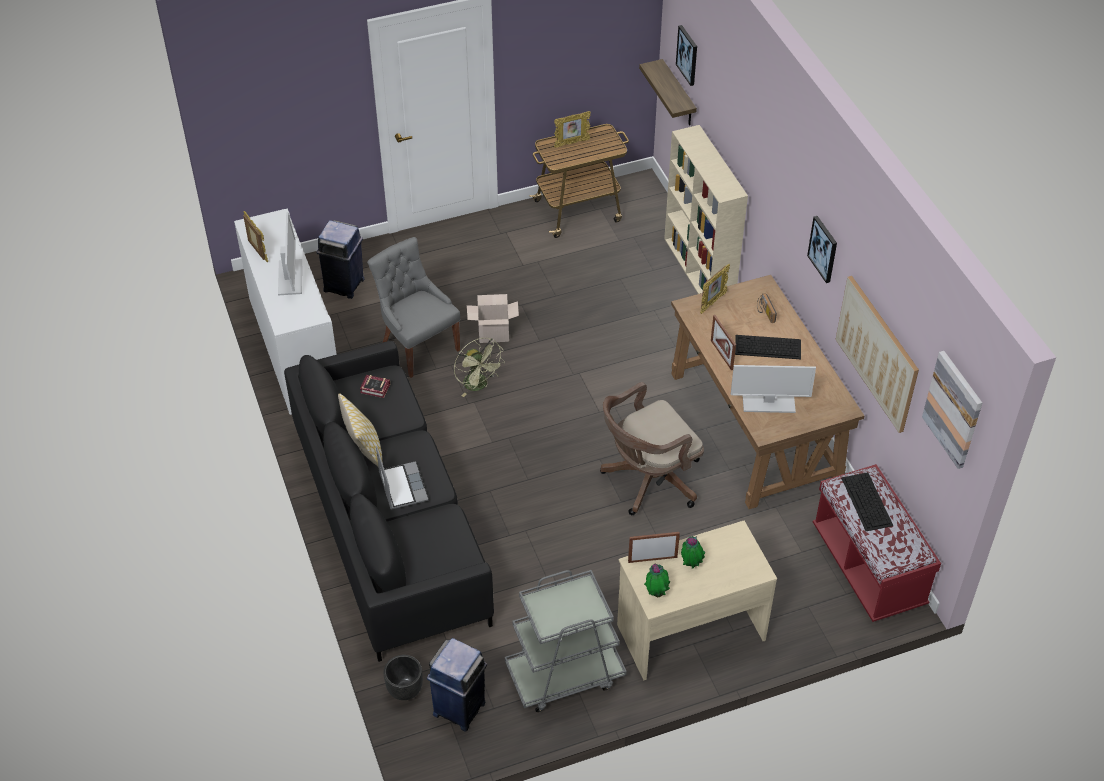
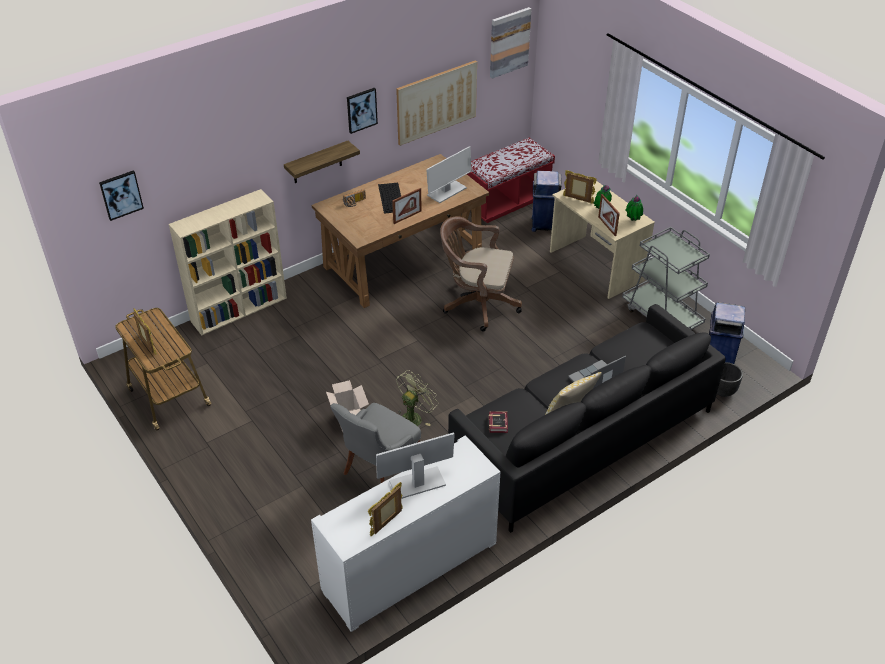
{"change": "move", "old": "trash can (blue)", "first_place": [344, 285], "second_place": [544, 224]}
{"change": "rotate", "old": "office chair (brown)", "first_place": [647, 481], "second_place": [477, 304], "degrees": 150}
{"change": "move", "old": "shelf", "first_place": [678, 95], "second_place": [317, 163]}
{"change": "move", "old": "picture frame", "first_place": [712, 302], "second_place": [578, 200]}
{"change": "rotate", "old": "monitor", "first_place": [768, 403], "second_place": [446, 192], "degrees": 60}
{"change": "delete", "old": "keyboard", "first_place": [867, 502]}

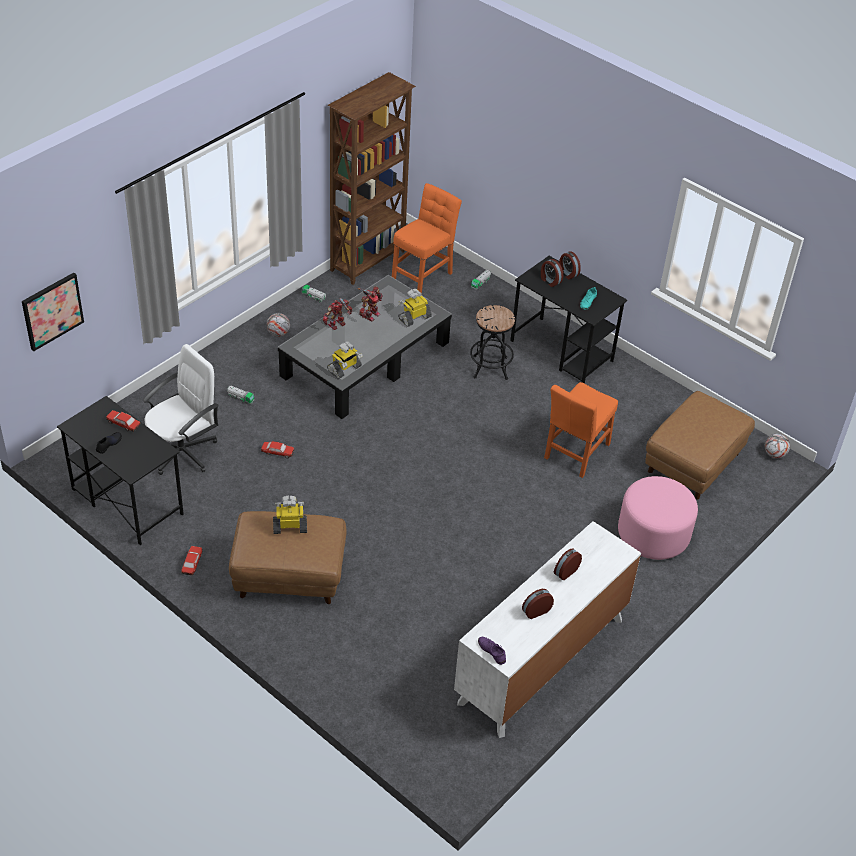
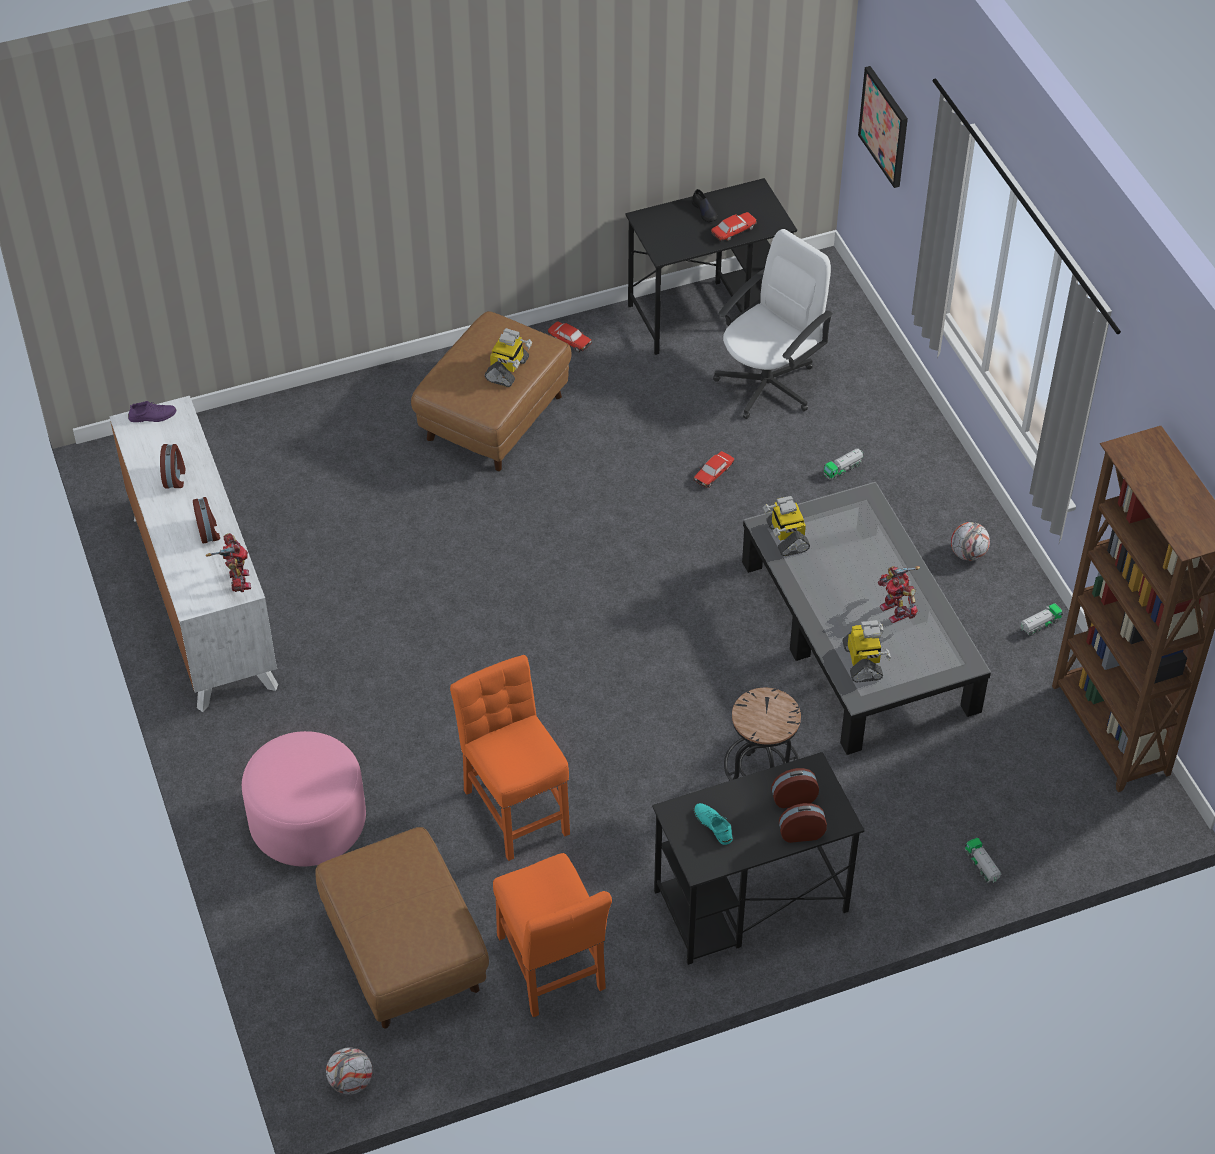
{"change": "rotate", "old": "office chair (white)", "first_place": [183, 451], "second_place": [768, 384], "degrees": -120}
{"change": "move", "old": "toy robot", "first_place": [337, 325], "second_place": [237, 581]}
{"change": "move", "old": "chair (orange)", "first_place": [423, 275], "second_place": [552, 968]}

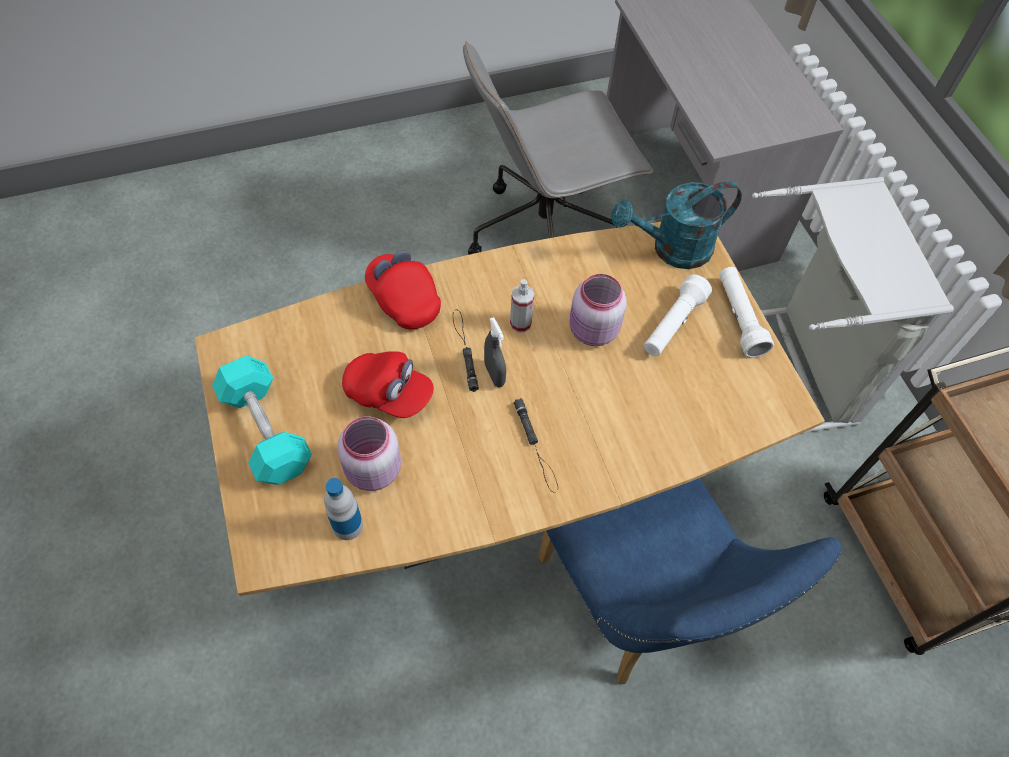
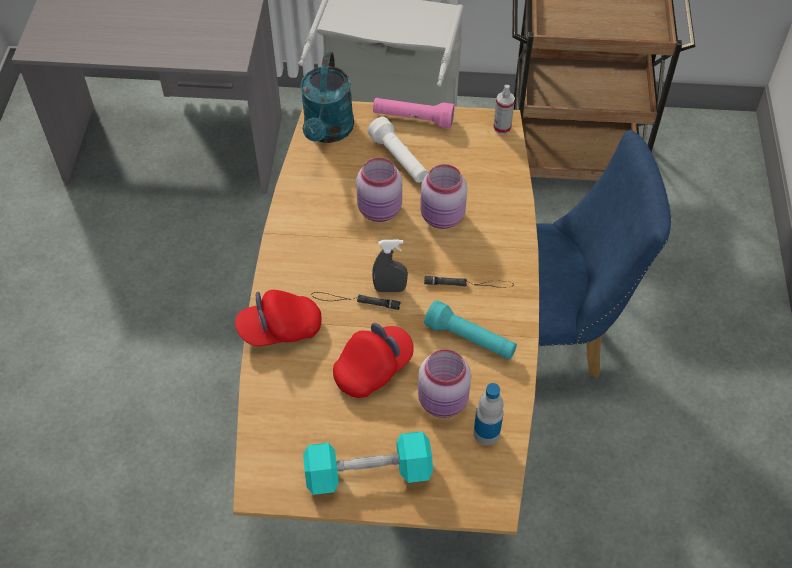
{"change": "delete", "old": "office chair (grey)", "first_place": [545, 233]}
{"change": "move", "old": "spray bottle", "first_place": [520, 323], "second_place": [502, 128]}
{"change": "recolor", "old": "flashlight (white)", "new": "flashlight (pink)", "first_place": [739, 318], "second_place": [413, 119]}
{"change": "insert", "new": "jar (pink)", "second_place": [442, 217]}
{"change": "insert", "new": "flashlight (turquoise)", "second_place": [470, 339]}

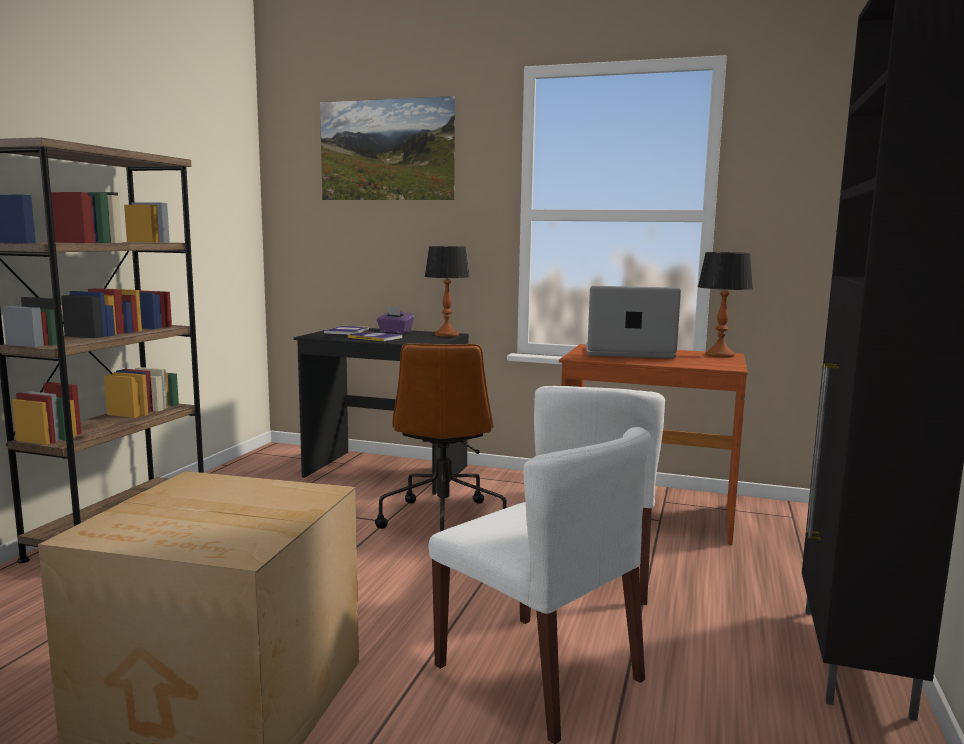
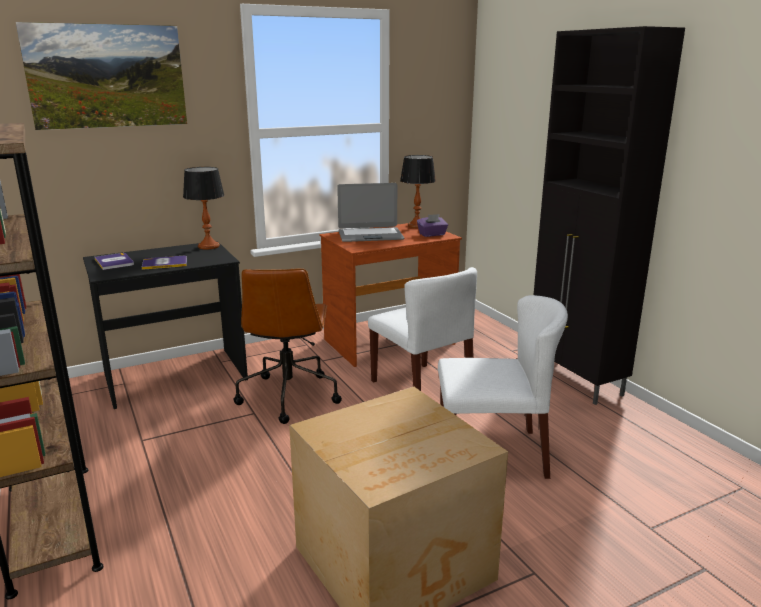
{"change": "rotate", "old": "office chair (brown)", "first_place": [442, 520], "second_place": [288, 395], "degrees": 45}
{"change": "move", "old": "tissue box (purple)", "first_place": [395, 332], "second_place": [432, 234]}
{"change": "rotate", "old": "laptop", "first_place": [629, 352], "second_place": [370, 236], "degrees": -150}

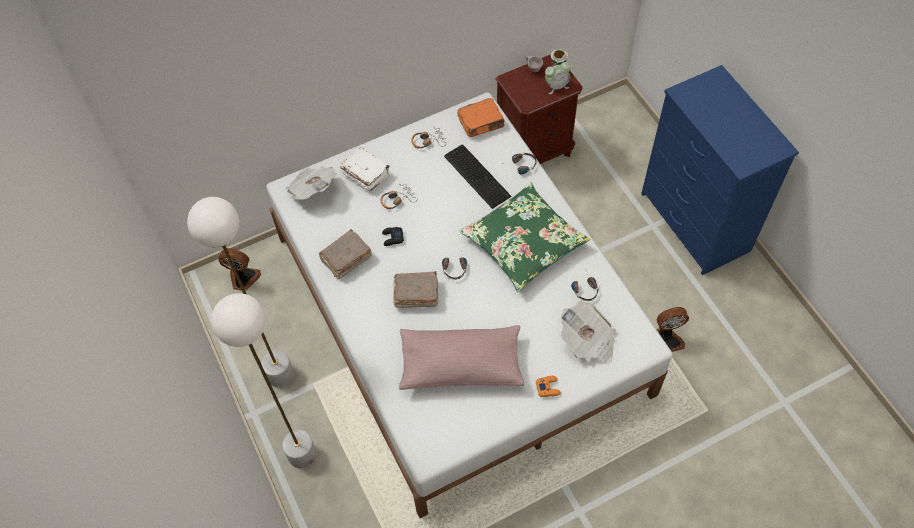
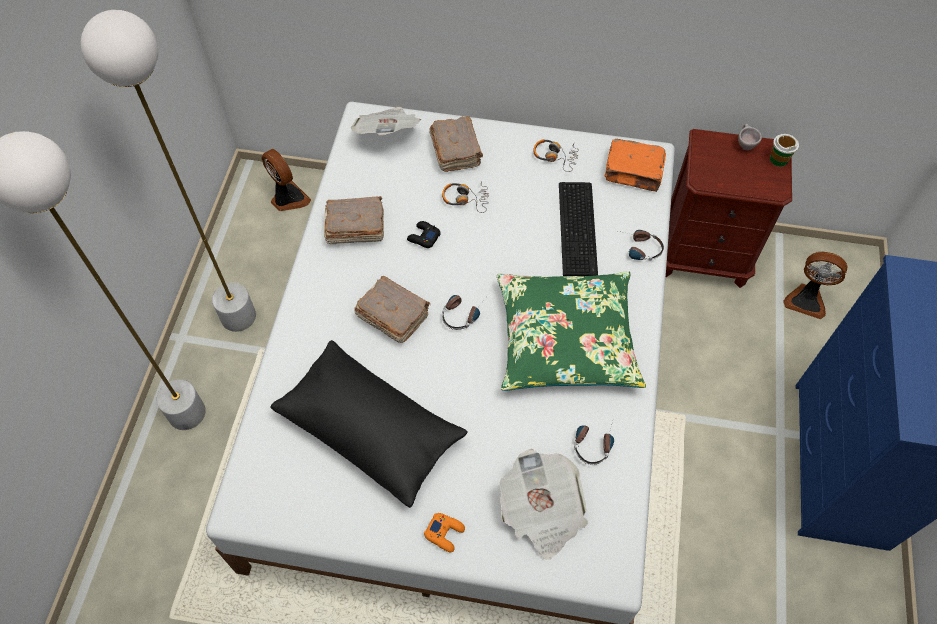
{"change": "recolor", "old": "book (white)", "new": "book (brown)", "first_place": [365, 174], "second_place": [456, 151]}
{"change": "recolor", "old": "pillow (pink)", "new": "pillow (black)", "first_place": [461, 364], "second_place": [370, 430]}
{"change": "delete", "old": "alarm clock", "first_place": [556, 86]}
{"change": "move", "old": "fan", "first_place": [666, 340], "second_place": [806, 300]}

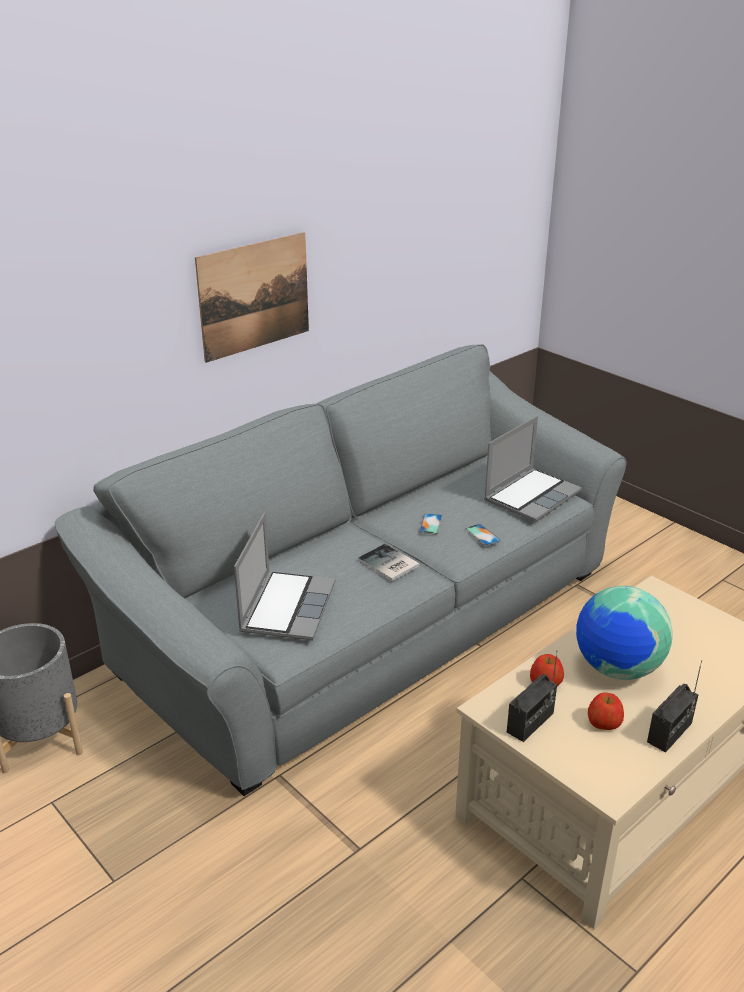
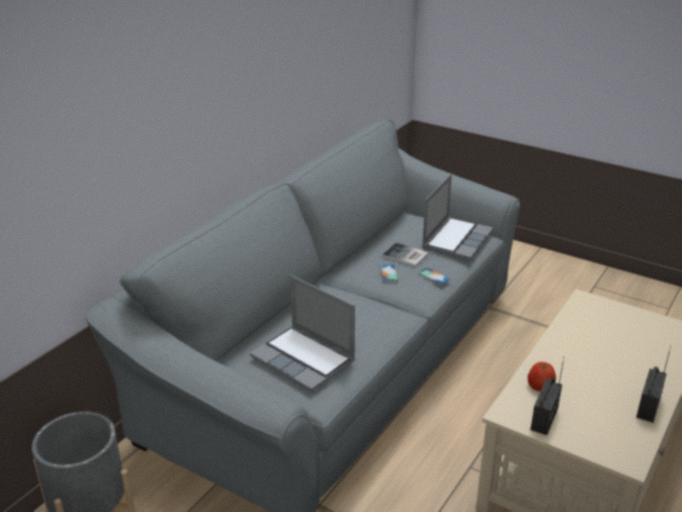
{"change": "delete", "old": "picture", "first_place": [254, 296]}
{"change": "rotate", "old": "laptop", "first_place": [287, 607], "second_place": [304, 359], "degrees": 135}
{"change": "move", "old": "book", "first_place": [388, 564], "second_place": [406, 256]}
{"change": "delete", "old": "globe", "first_place": [617, 668]}
{"change": "delete", "old": "apple", "first_place": [603, 723]}

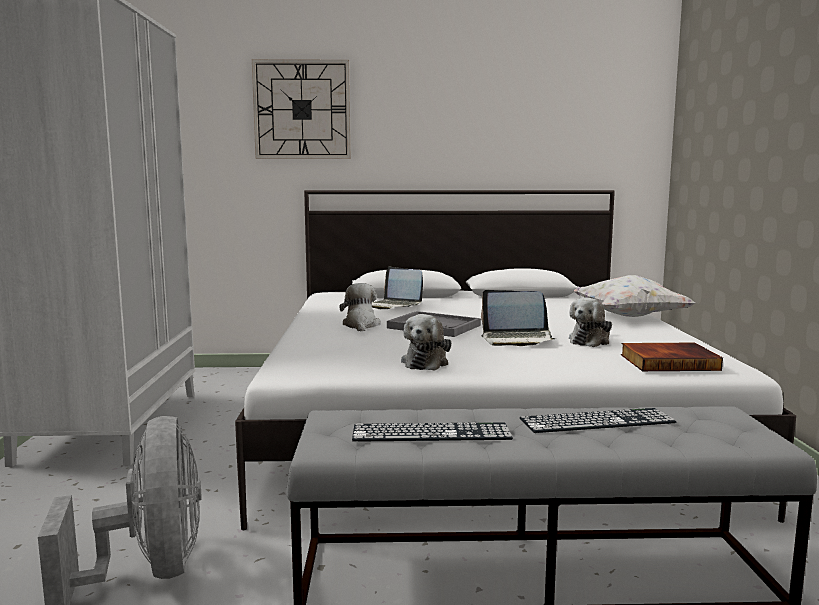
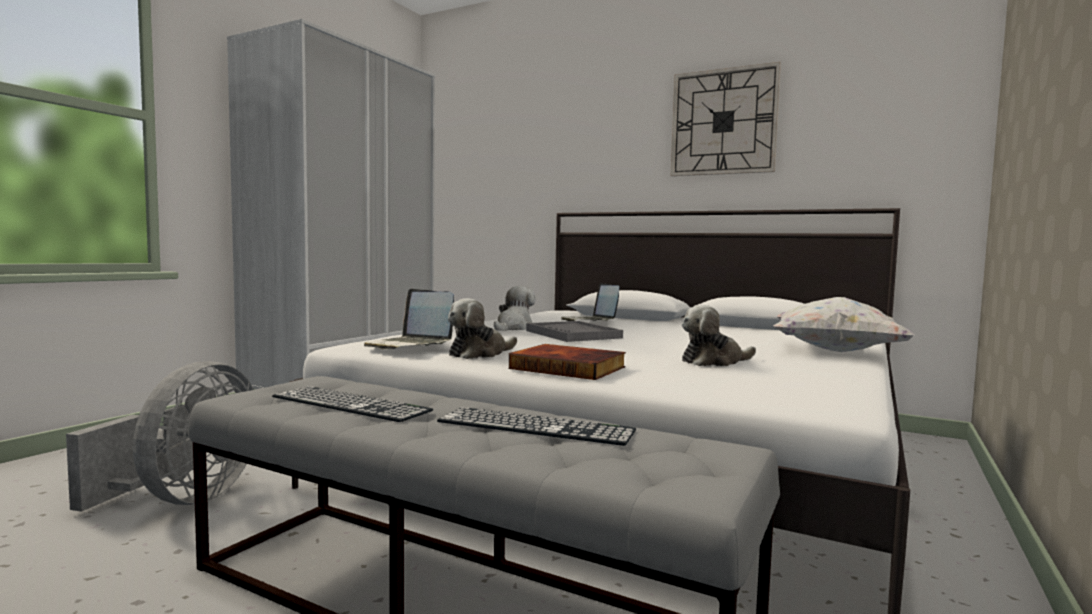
{"change": "move", "old": "wall clock", "first_place": [302, 110], "second_place": [723, 122]}
{"change": "move", "old": "laptop", "first_place": [517, 339], "second_place": [410, 345]}
{"change": "move", "old": "book", "first_place": [669, 362], "second_place": [569, 367]}

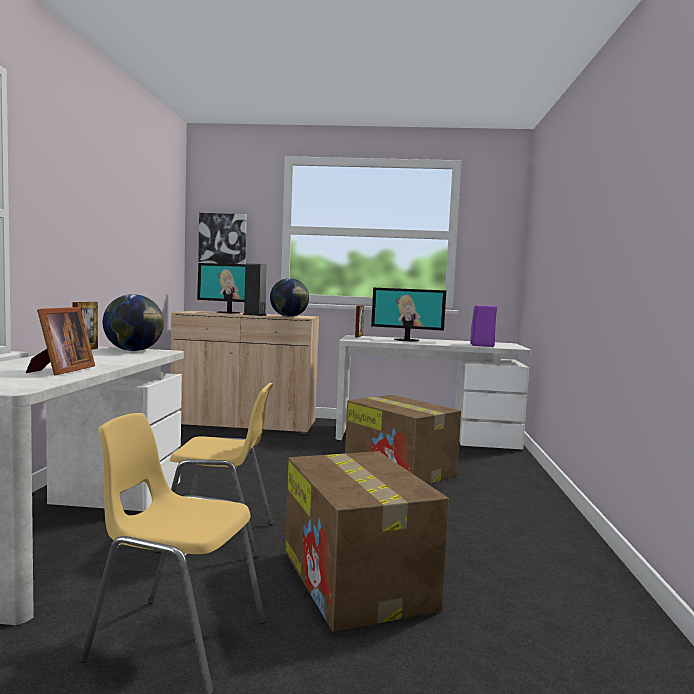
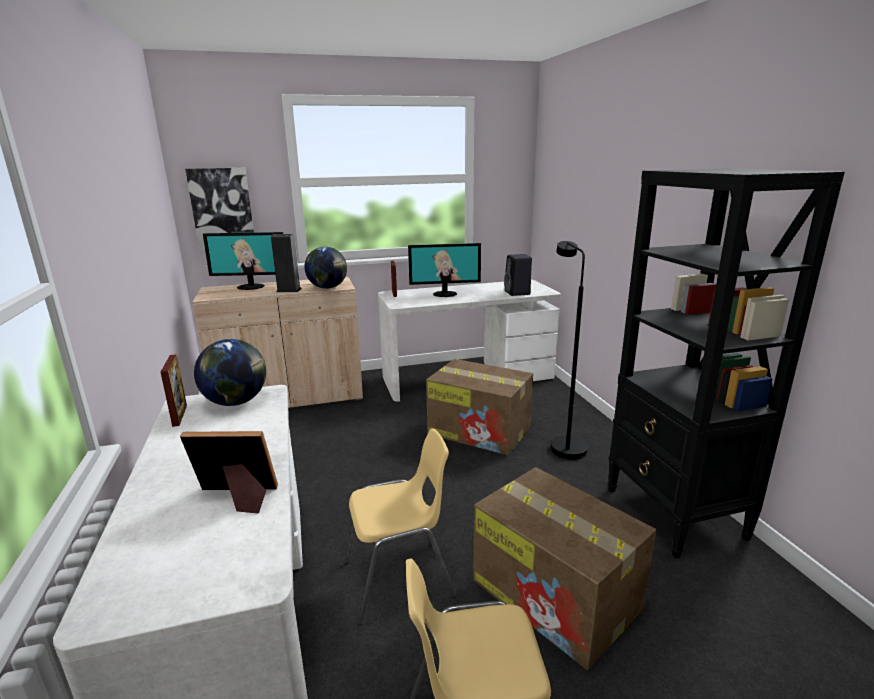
{"change": "rotate", "old": "picture frame", "first_place": [61, 371], "second_place": [237, 498], "degrees": -75}
{"change": "recolor", "old": "speaker (purple)", "new": "speaker (black)", "first_place": [482, 345], "second_place": [518, 293]}
{"change": "insert", "new": "floor lamp (black)", "second_place": [564, 444]}
{"change": "insert", "new": "bookcase (black)", "second_place": [674, 514]}

